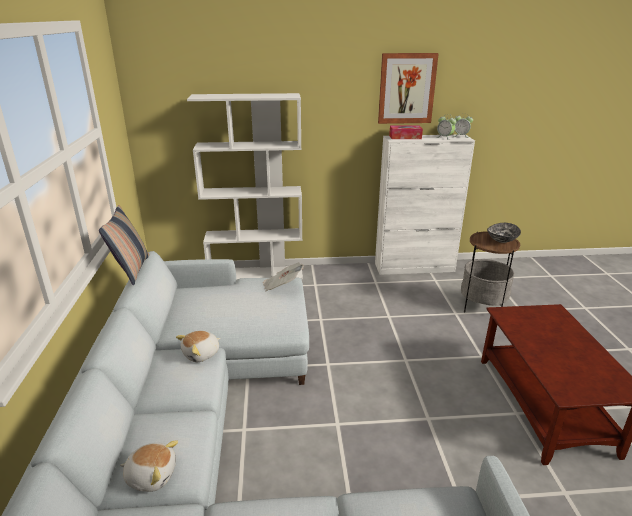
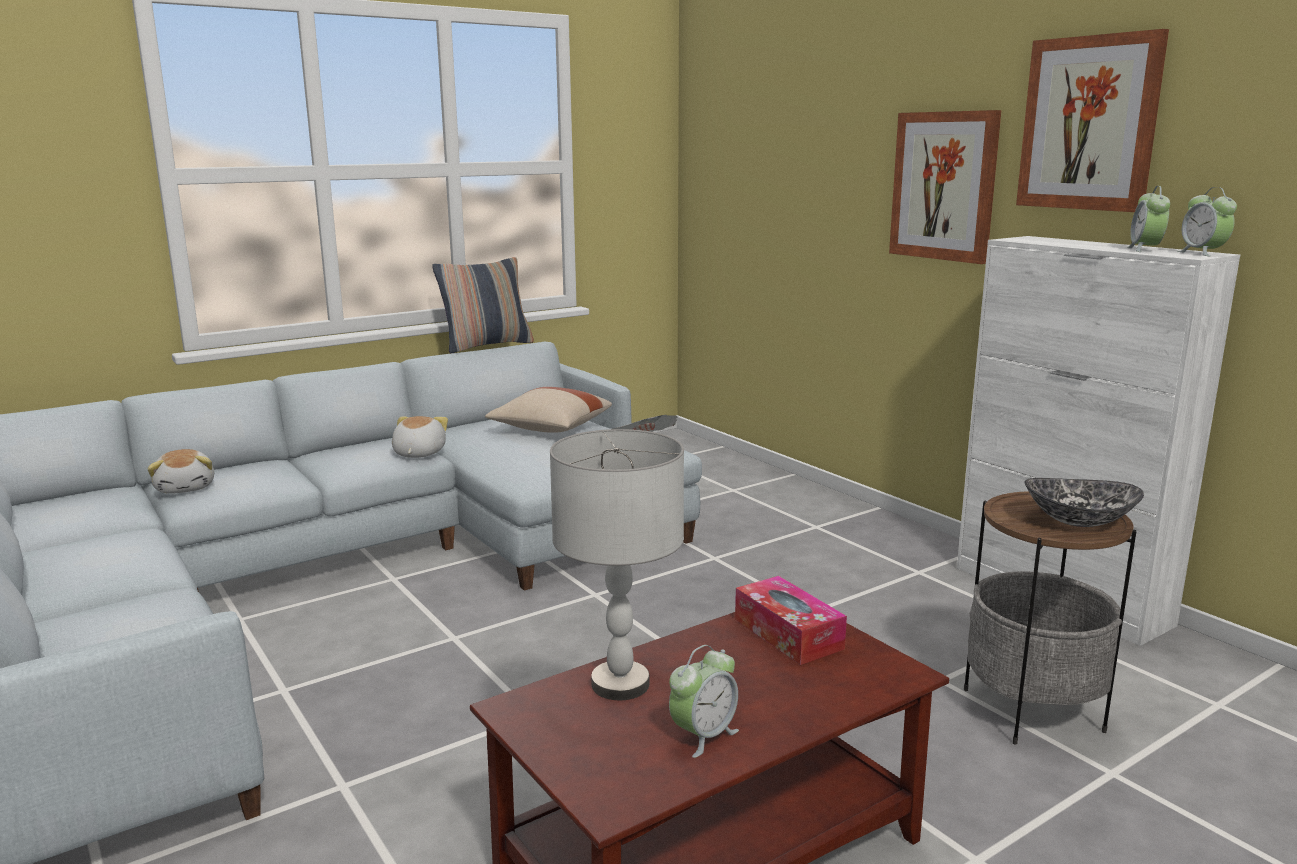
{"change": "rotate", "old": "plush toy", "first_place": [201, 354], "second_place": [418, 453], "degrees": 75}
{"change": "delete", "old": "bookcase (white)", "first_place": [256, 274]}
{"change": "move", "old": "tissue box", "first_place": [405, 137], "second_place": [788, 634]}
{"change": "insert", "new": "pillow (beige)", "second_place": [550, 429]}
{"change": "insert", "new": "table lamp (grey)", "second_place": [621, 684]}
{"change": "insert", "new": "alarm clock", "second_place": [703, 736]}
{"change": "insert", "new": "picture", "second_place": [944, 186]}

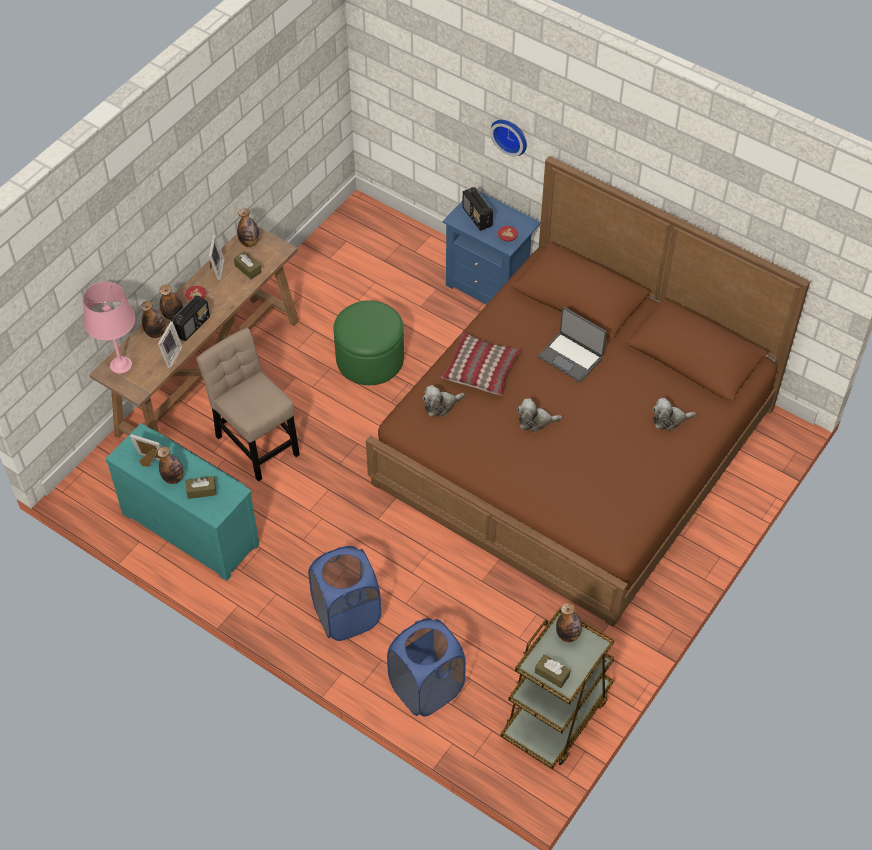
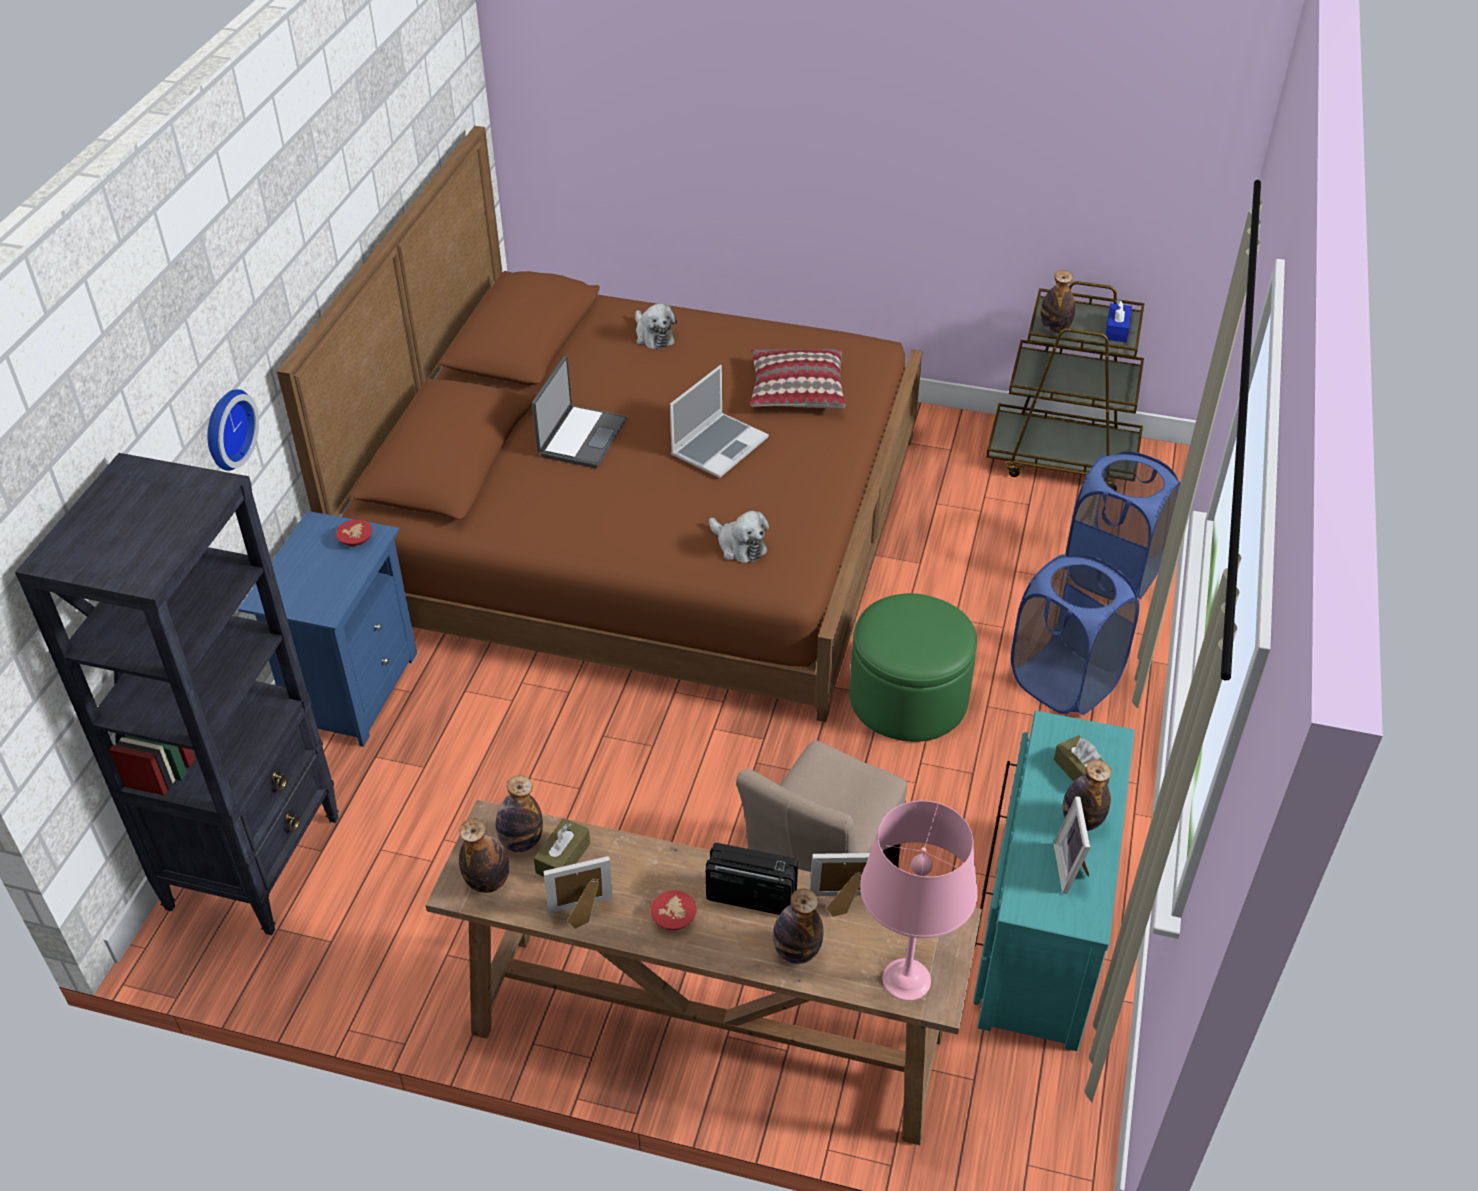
{"change": "move", "old": "bottle", "first_place": [173, 315], "second_place": [521, 841]}
{"change": "move", "old": "ottoman (green)", "first_place": [370, 359], "second_place": [908, 698]}
{"change": "move", "old": "pillow", "first_place": [480, 370], "second_place": [796, 390]}
{"change": "delete", "old": "radio", "first_place": [477, 217]}
{"change": "replace", "old": "plush toy", "new": "laptop", "first_place": [535, 421], "second_place": [719, 446]}
{"change": "recolor", "old": "tissue box (brown)", "new": "tissue box (blue)", "first_place": [552, 674], "second_place": [1116, 330]}
{"change": "insert", "new": "bookcase (black)", "second_place": [255, 861]}

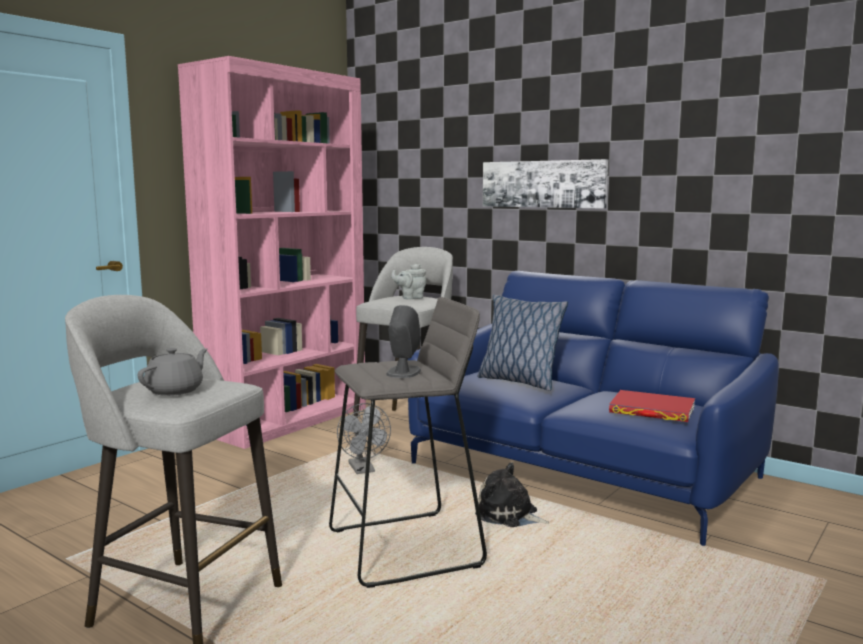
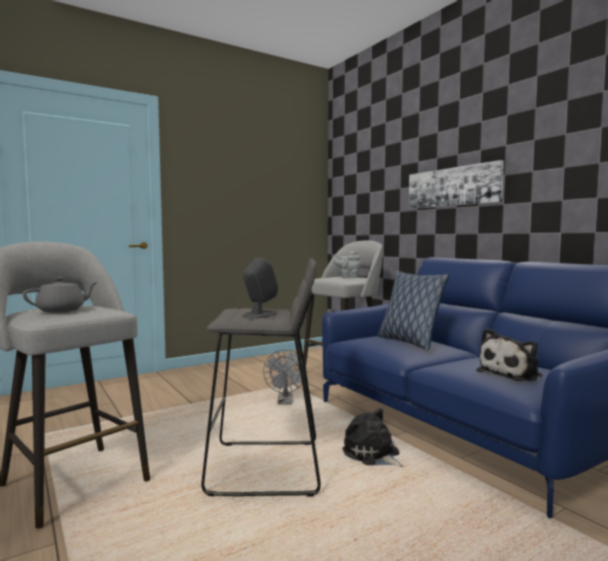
{"change": "delete", "old": "bookcase (pink)", "first_place": [287, 420]}
{"change": "replace", "old": "book (red)", "new": "plush toy", "first_place": [652, 411], "second_place": [512, 374]}

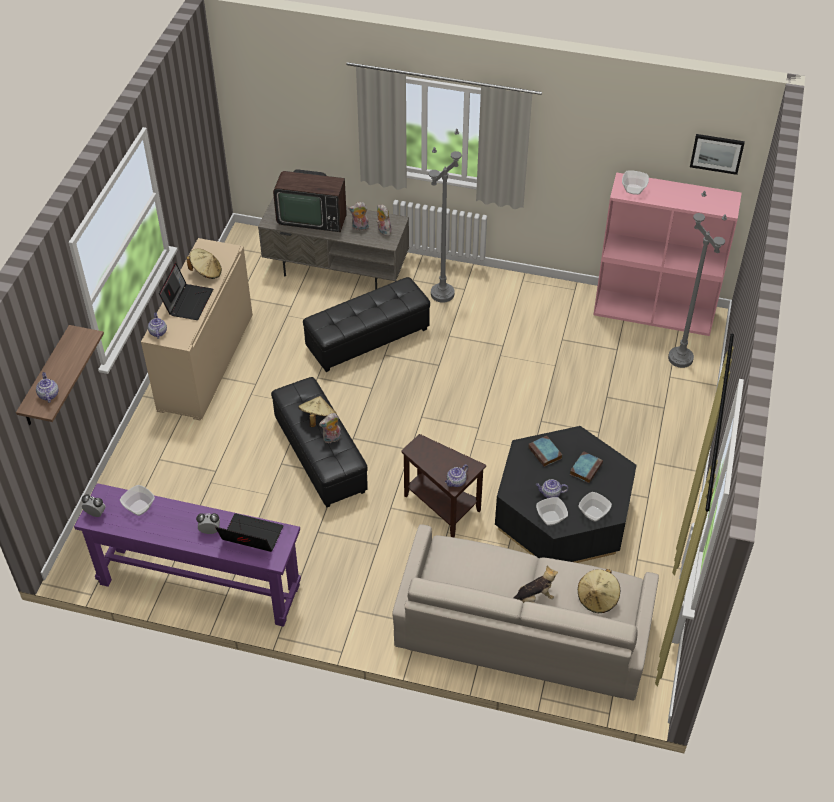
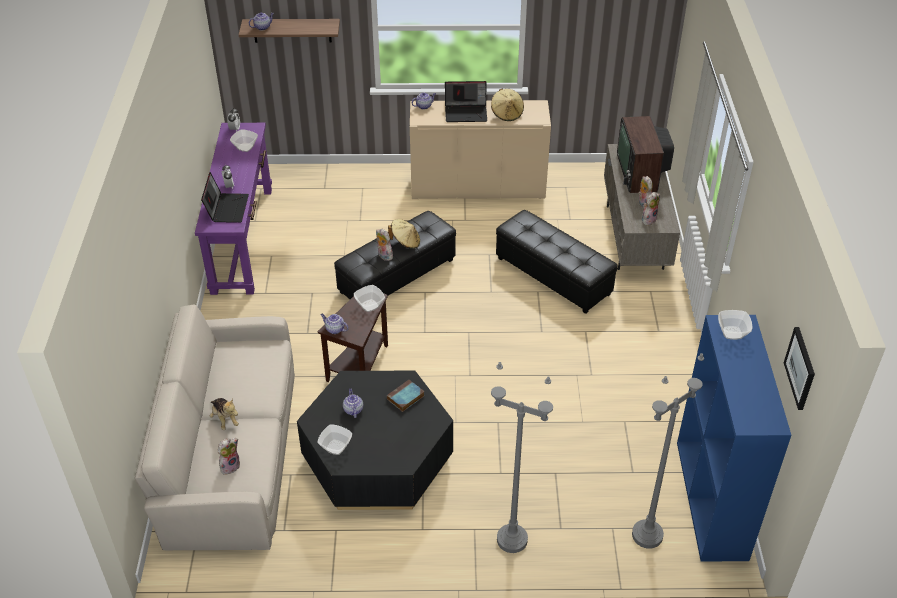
{"change": "move", "old": "floor lamp (grey)", "first_place": [442, 294], "second_place": [511, 540]}
{"change": "move", "old": "bowl", "first_place": [550, 518], "second_place": [369, 305]}
{"change": "delete", "old": "book", "first_place": [586, 468]}
{"change": "replace", "old": "hat (beige)", "new": "plush toy", "first_place": [597, 598], "second_place": [230, 466]}
{"change": "recolor", "old": "bookcase (pink)", "new": "bookcase (blue)", "first_place": [654, 312], "second_place": [712, 500]}

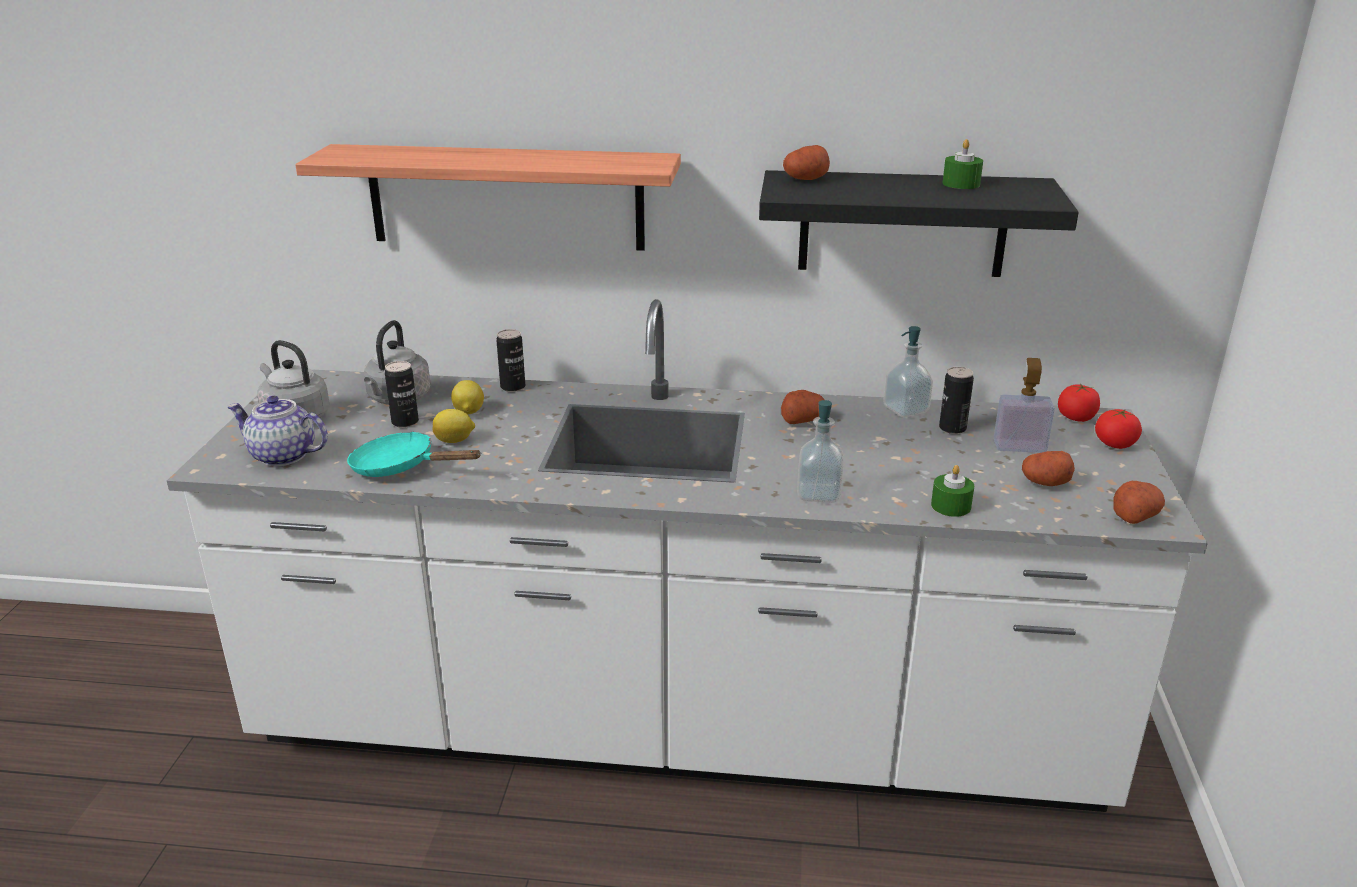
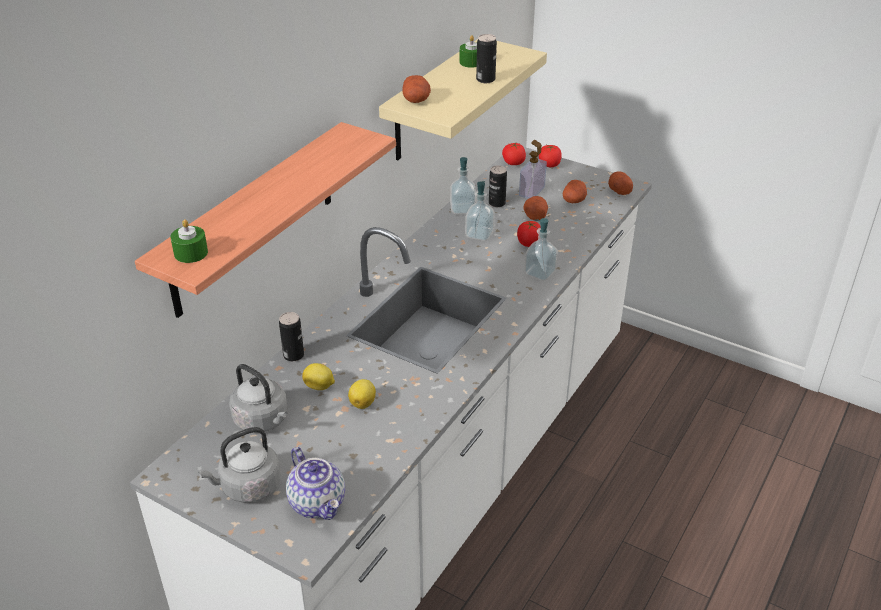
{"change": "rotate", "old": "teapot", "first_place": [282, 456], "second_place": [318, 503], "degrees": -75}
{"change": "delete", "old": "frying pan (turquoise)", "first_place": [401, 467]}
{"change": "move", "old": "can", "first_place": [405, 422], "second_place": [485, 79]}
{"change": "recolor", "old": "shelf (black)", "new": "shelf (beige)", "first_place": [902, 224], "second_place": [433, 100]}
{"change": "move", "old": "potato", "first_place": [802, 420], "second_place": [535, 215]}
{"change": "move", "old": "candle (green)", "first_place": [951, 506], "second_place": [191, 253]}
{"change": "insert", "new": "soap dispenser", "second_place": [479, 234]}
{"change": "insert", "new": "tomato", "second_place": [529, 243]}

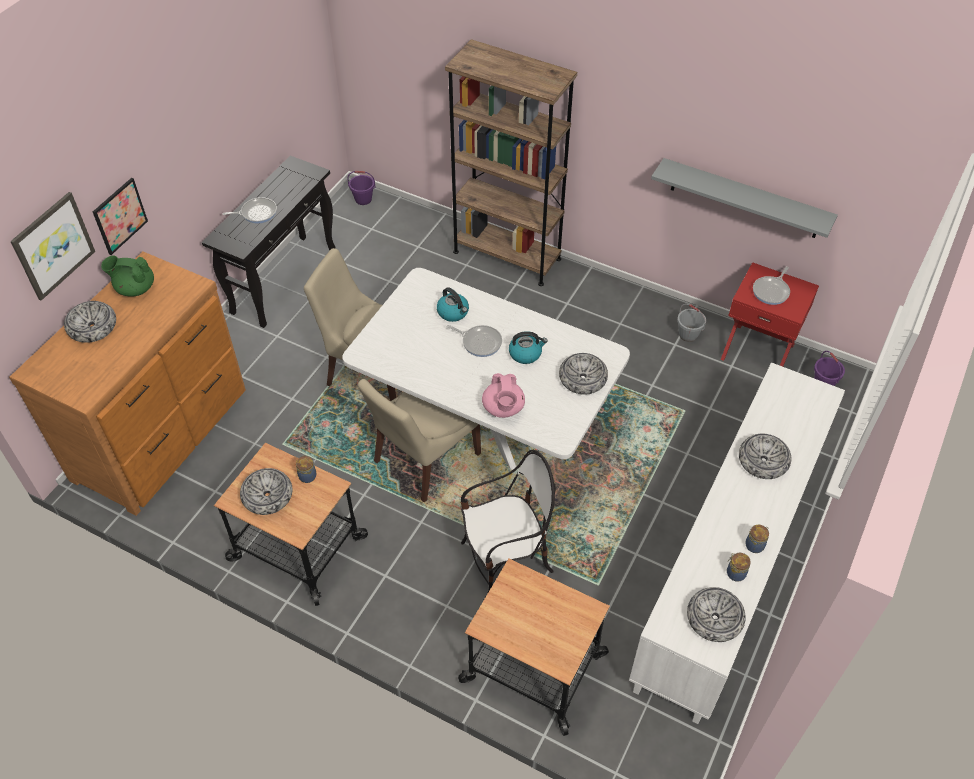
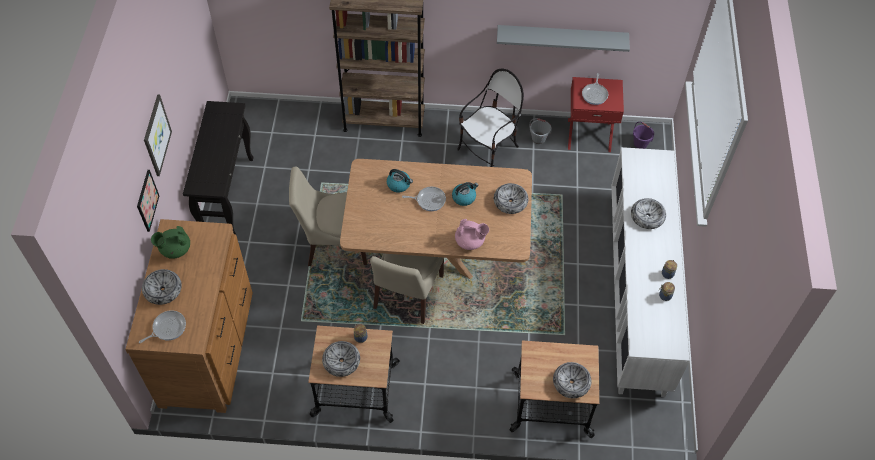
{"change": "move", "old": "picture", "first_place": [52, 245], "second_place": [156, 135]}
{"change": "move", "old": "frying pan", "first_place": [257, 213], "second_place": [167, 328]}
{"change": "recolor", "old": "dining table (white)", "new": "dining table (brown)", "first_place": [486, 427], "second_place": [437, 255]}
{"change": "delete", "old": "bucket (purple)", "first_place": [363, 199]}
{"change": "move", "old": "chair", "first_place": [506, 561], "second_place": [488, 150]}
{"change": "rotate", "old": "teapot (pink)", "first_place": [503, 408], "second_place": [470, 241], "degrees": -45}
{"change": "move", "old": "bowl", "first_place": [714, 618], "second_place": [571, 383]}

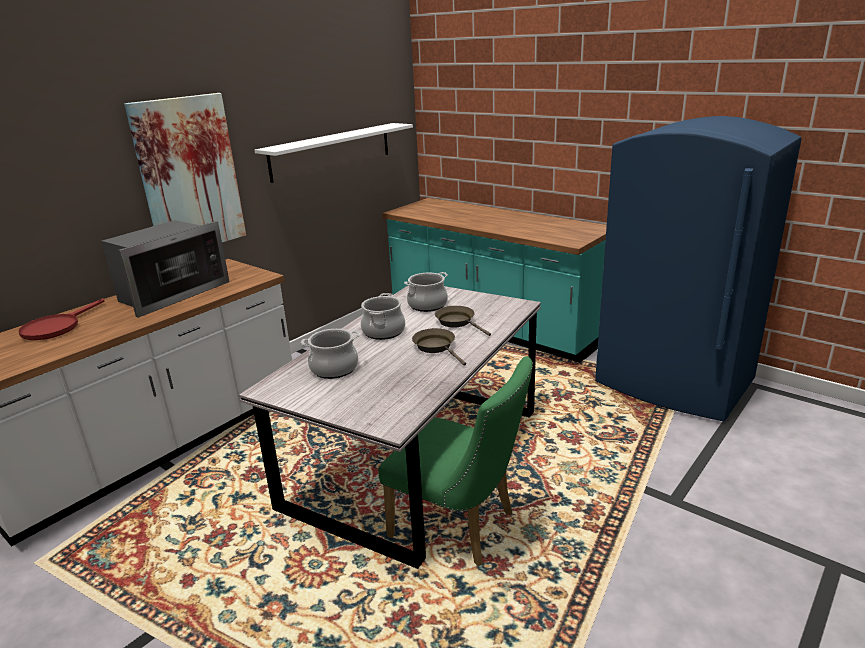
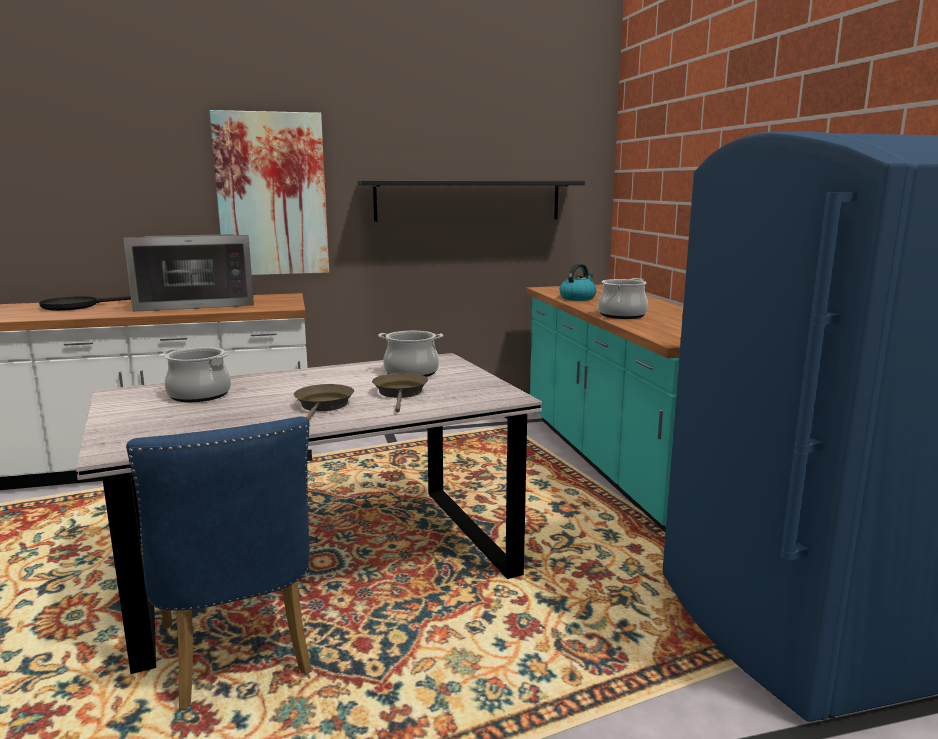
{"change": "recolor", "old": "frying pan (red)", "new": "frying pan (black)", "first_place": [57, 327], "second_place": [78, 306]}
{"change": "recolor", "old": "shelf (white)", "new": "shelf (black)", "first_place": [332, 151], "second_place": [468, 200]}
{"change": "move", "old": "cooking pot", "first_place": [383, 331], "second_place": [622, 315]}
{"change": "recolor", "old": "chair (green)", "new": "chair (blue)", "first_place": [460, 527], "second_place": [238, 658]}
{"change": "insert", "new": "kettle", "second_place": [577, 298]}

